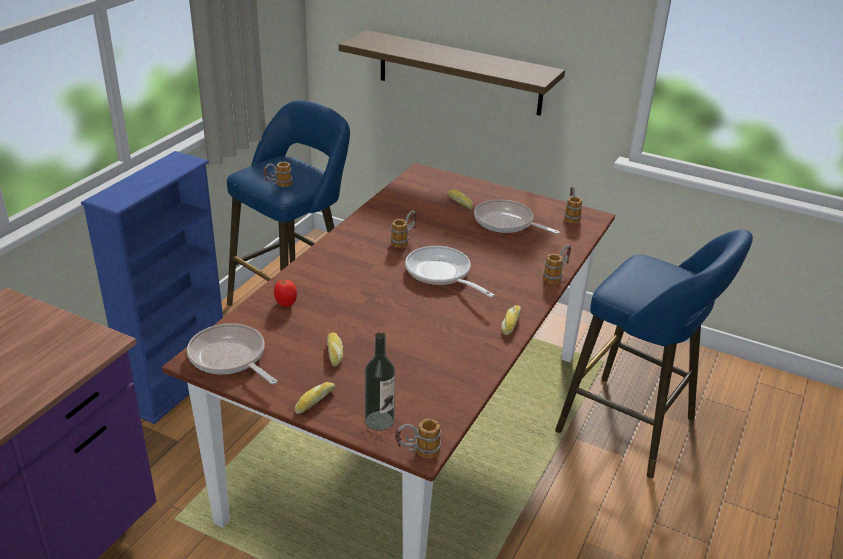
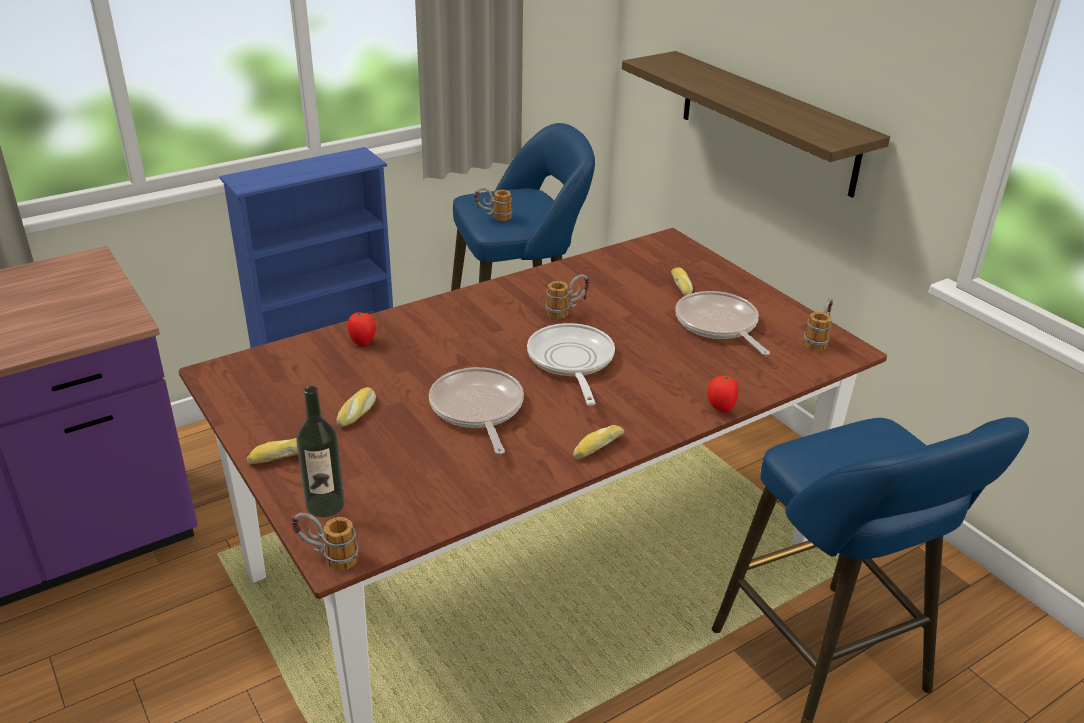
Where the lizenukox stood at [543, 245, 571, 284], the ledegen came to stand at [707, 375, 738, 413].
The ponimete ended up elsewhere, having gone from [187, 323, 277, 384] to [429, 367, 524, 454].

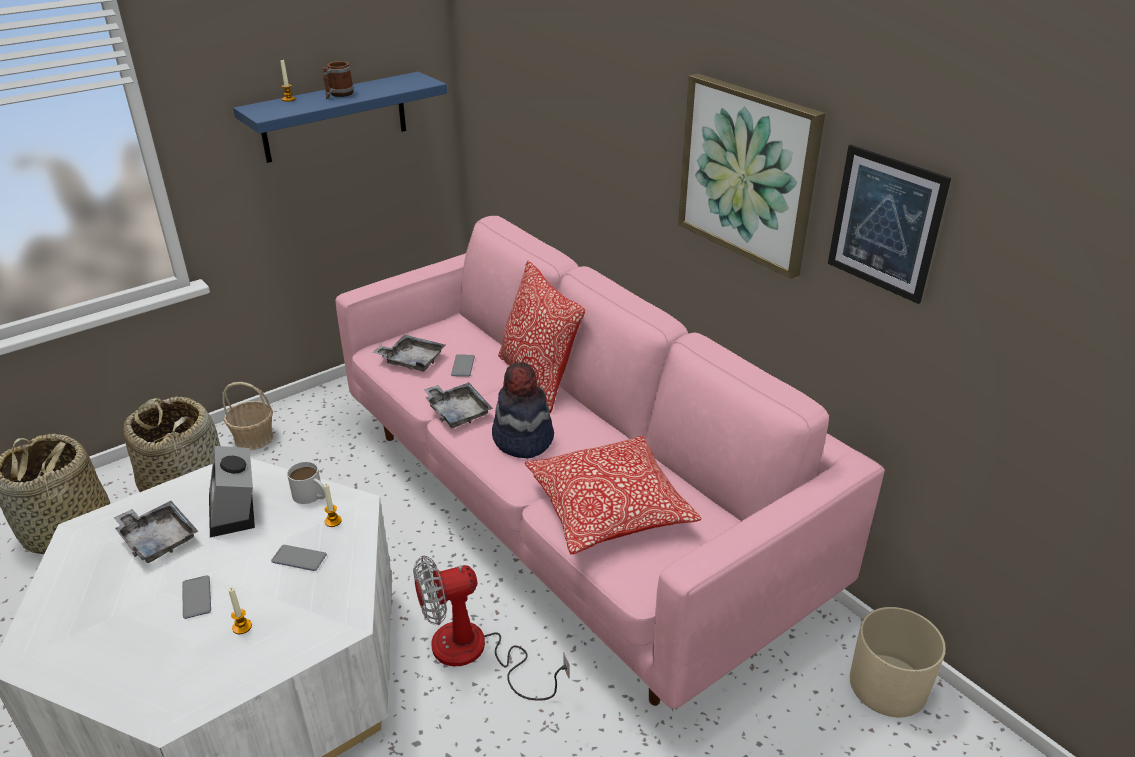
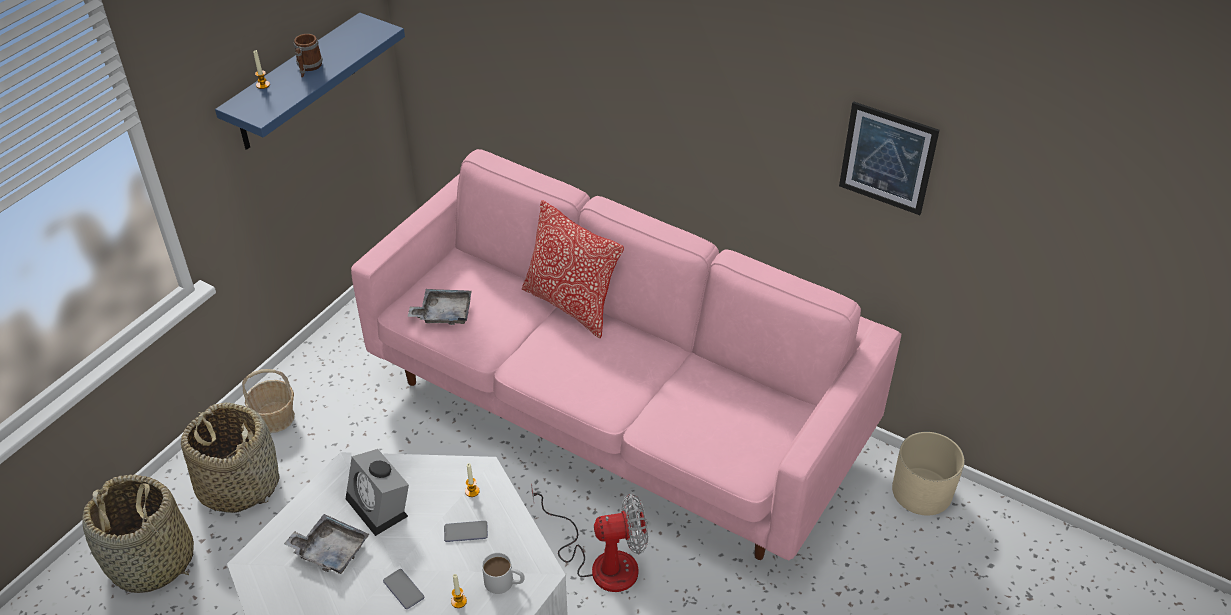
The second view lost the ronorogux at [678, 73, 825, 279].
The second view lost the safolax at [451, 354, 475, 377].
The second view lost the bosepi at [492, 362, 554, 458].
The second view lost the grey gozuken at [423, 382, 493, 428].
The second view lost the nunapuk at [525, 436, 702, 554].
The white lizenukox ended up elsewhere, having gone from [287, 462, 326, 504] to [482, 553, 525, 594].
The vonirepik at [413, 555, 569, 701] ended up facing another way, 150 degrees counterclockwise from before.

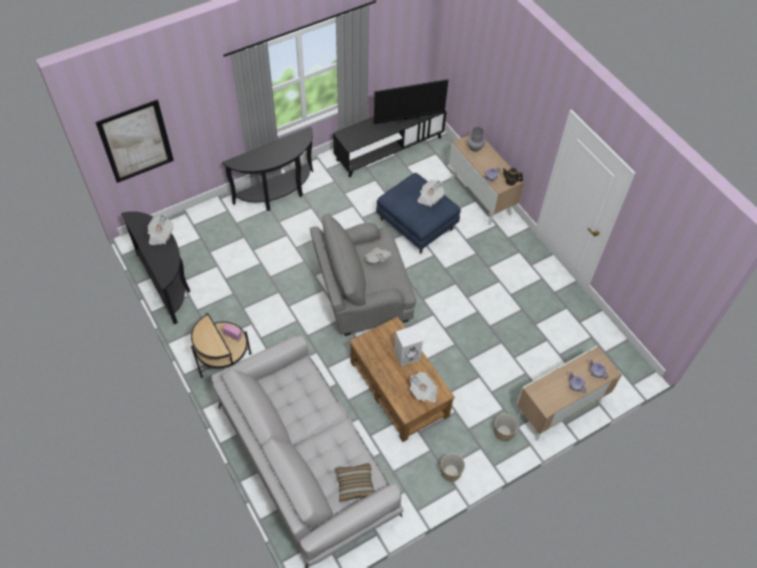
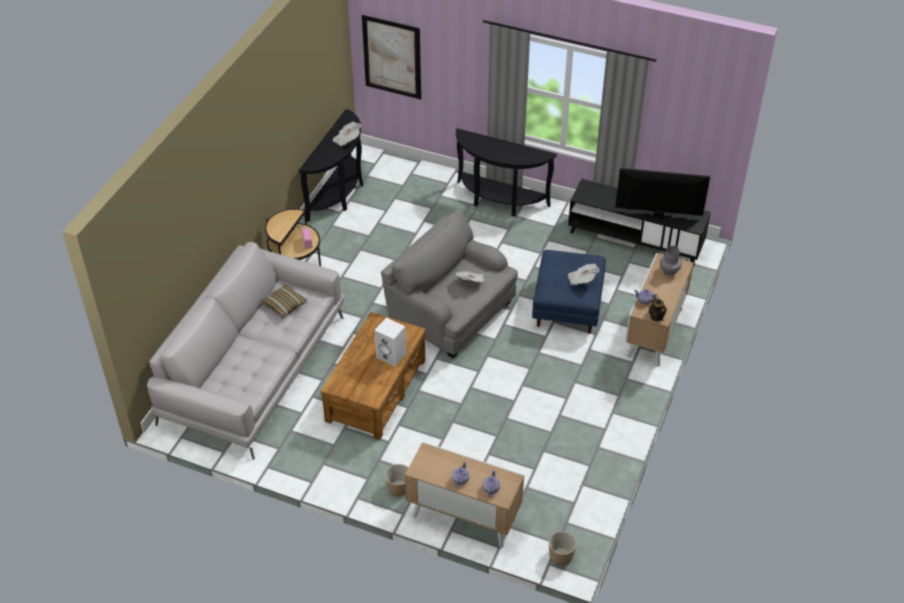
The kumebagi at [374, 79, 448, 124] ended up facing another way, 150 degrees clockwise from before.
The second view lost the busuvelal at [410, 372, 438, 403].
The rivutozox ended up elsewhere, having gone from [441, 453, 465, 482] to [549, 531, 577, 565].
The nunapuk ended up elsewhere, having gone from [335, 463, 375, 502] to [260, 284, 307, 318].

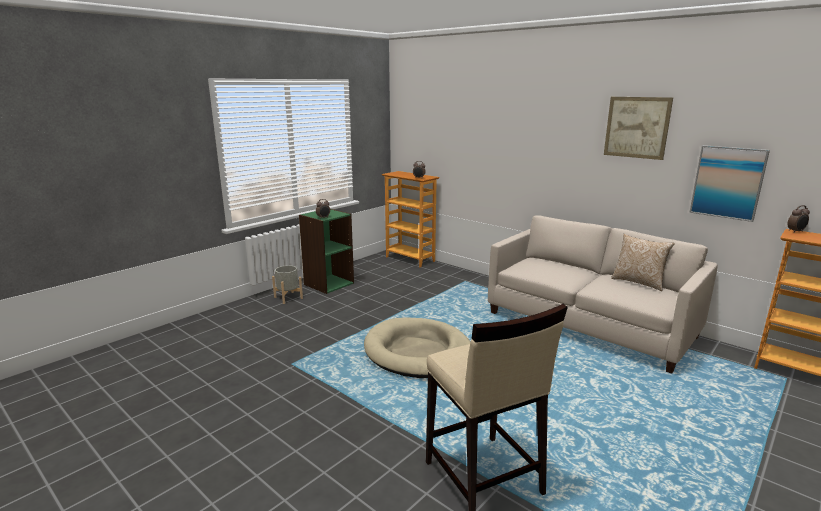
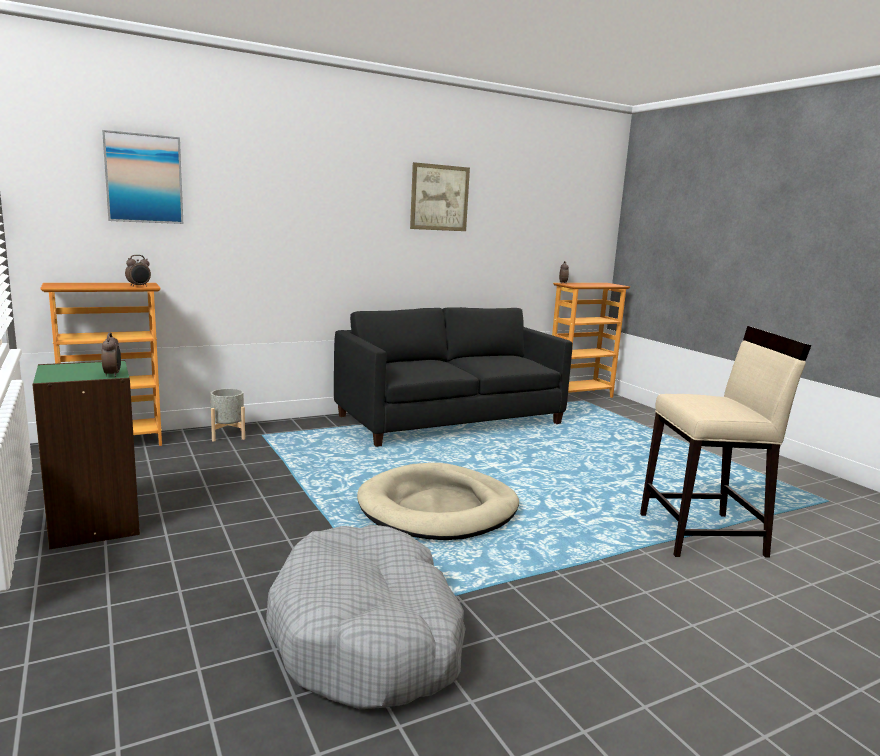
The ronorogux ended up elsewhere, having gone from [689, 145, 770, 222] to [102, 130, 183, 224].
What was the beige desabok at [488, 216, 718, 374] turned into the black desabok at [334, 307, 572, 447].
The second view lost the nunapuk at [611, 234, 675, 291].
The grey rivutozox ended up elsewhere, having gone from [272, 265, 303, 304] to [210, 388, 245, 442].
The second view gained the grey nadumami at [266, 524, 466, 709].

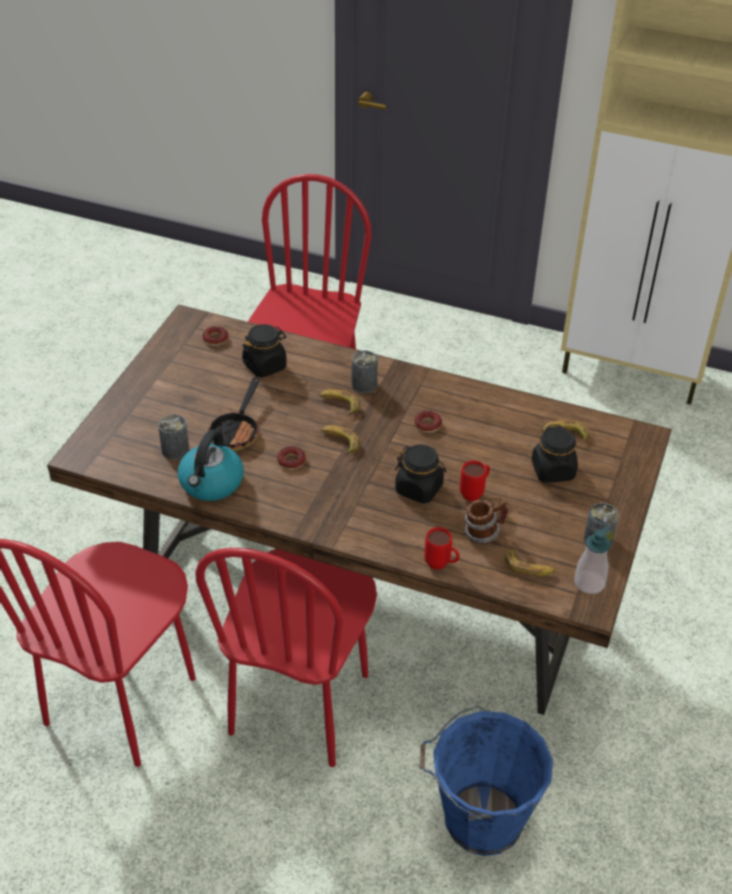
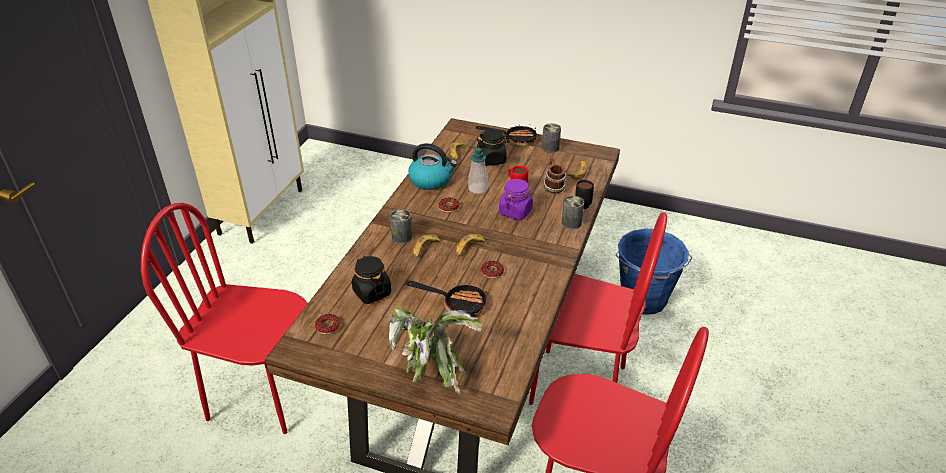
The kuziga ended up elsewhere, having gone from [158, 414, 189, 460] to [562, 196, 584, 229].
The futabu ended up elsewhere, having gone from [178, 429, 244, 501] to [408, 143, 457, 190].
What was the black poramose at [395, 444, 447, 504] turned into the purple poramose at [499, 179, 533, 220].
The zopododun ended up elsewhere, having gone from [574, 526, 610, 594] to [468, 146, 488, 194].
What was the red lizenukox at [424, 527, 460, 570] turned into the black lizenukox at [575, 180, 594, 209].
The second view gained the ponimete at [476, 124, 537, 147].
The second view gained the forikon at [387, 306, 482, 395].

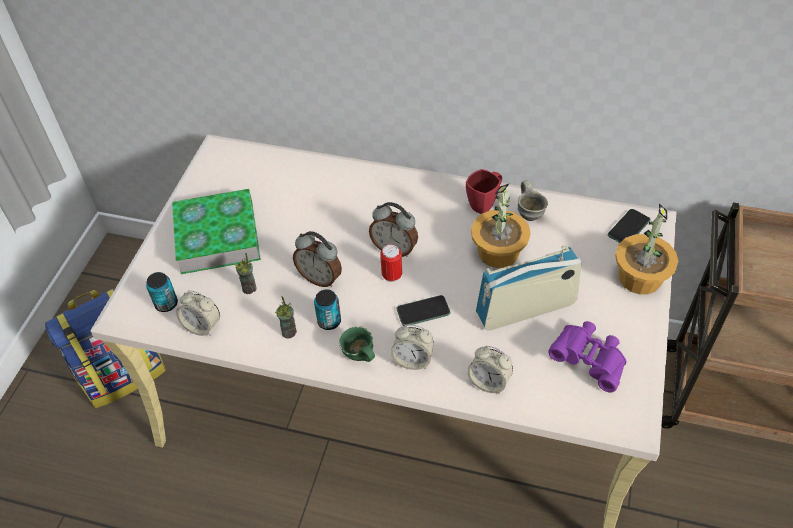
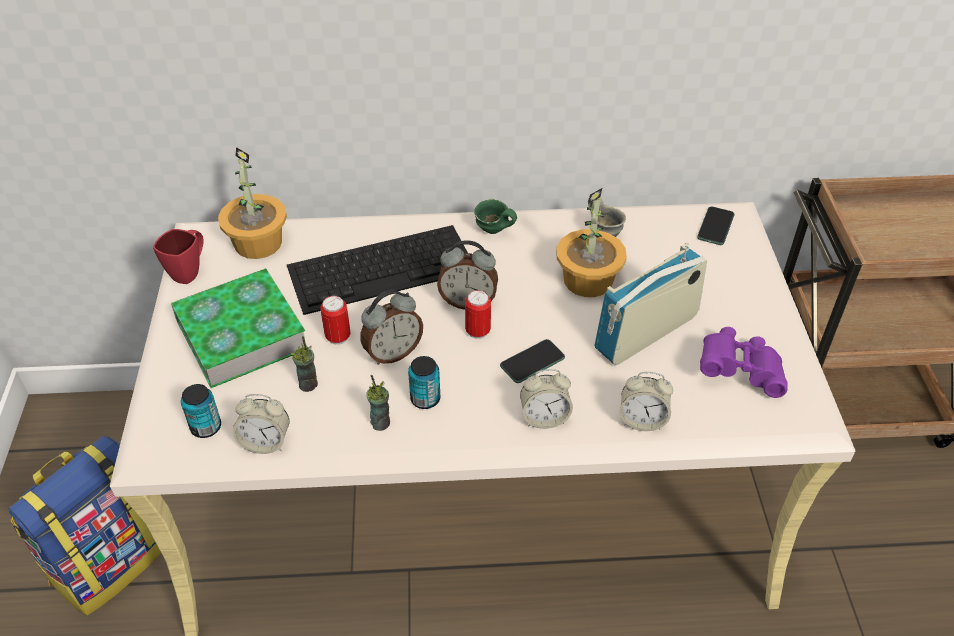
The red lizenukox ended up elsewhere, having gone from [466, 169, 502, 214] to [153, 229, 203, 284].
The forikon ended up elsewhere, having gone from [615, 203, 678, 294] to [218, 147, 287, 259].
The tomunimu at [293, 231, 342, 287] ended up facing another way, 45 degrees counterclockwise from before.
The green lizenukox ended up elsewhere, having gone from [339, 326, 375, 362] to [474, 199, 517, 234].
The second view gained the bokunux at [287, 225, 468, 315].
The second view gained the kuziga at [320, 296, 350, 345].

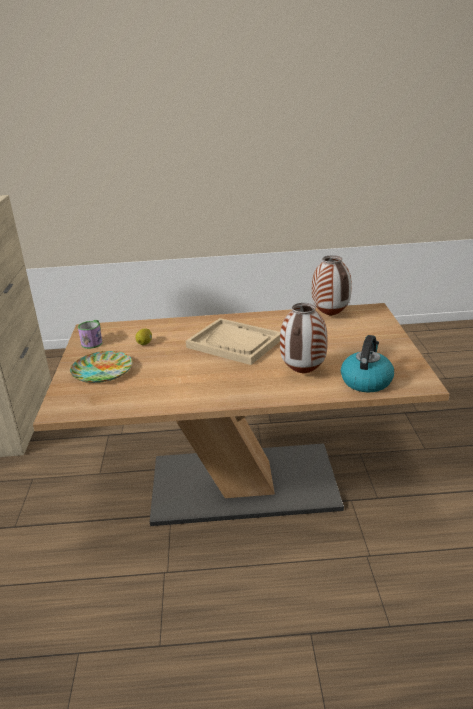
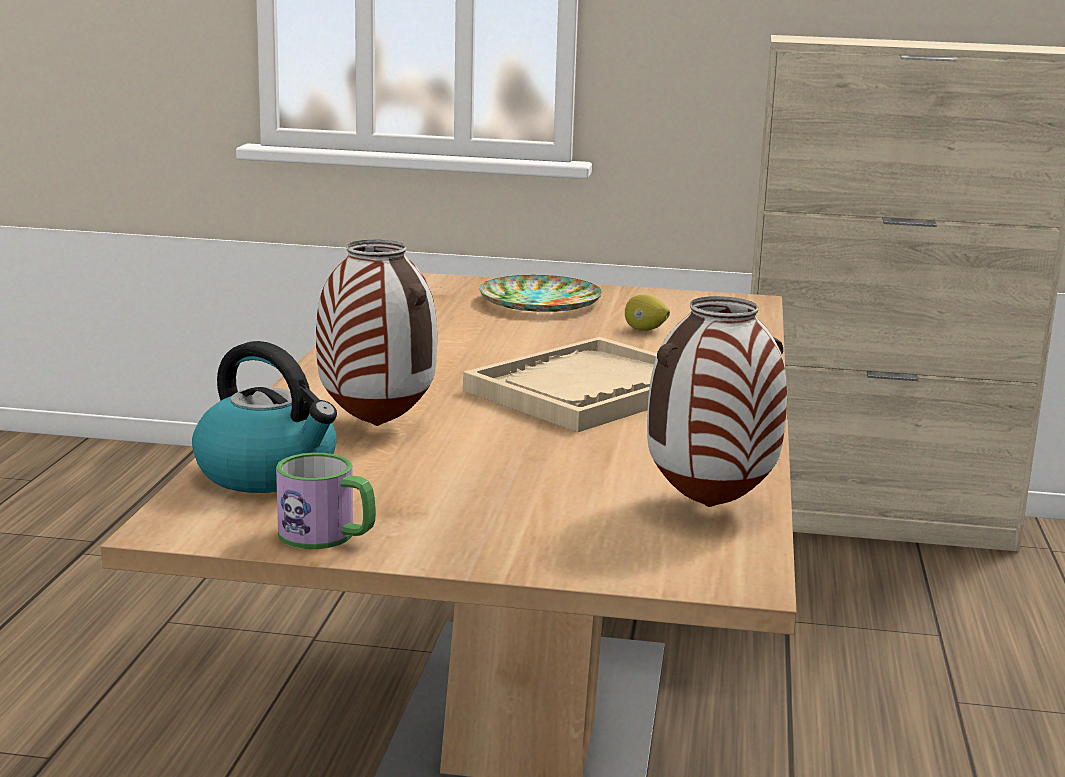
The lizenukox ended up elsewhere, having gone from [78, 320, 102, 349] to [276, 453, 376, 549].

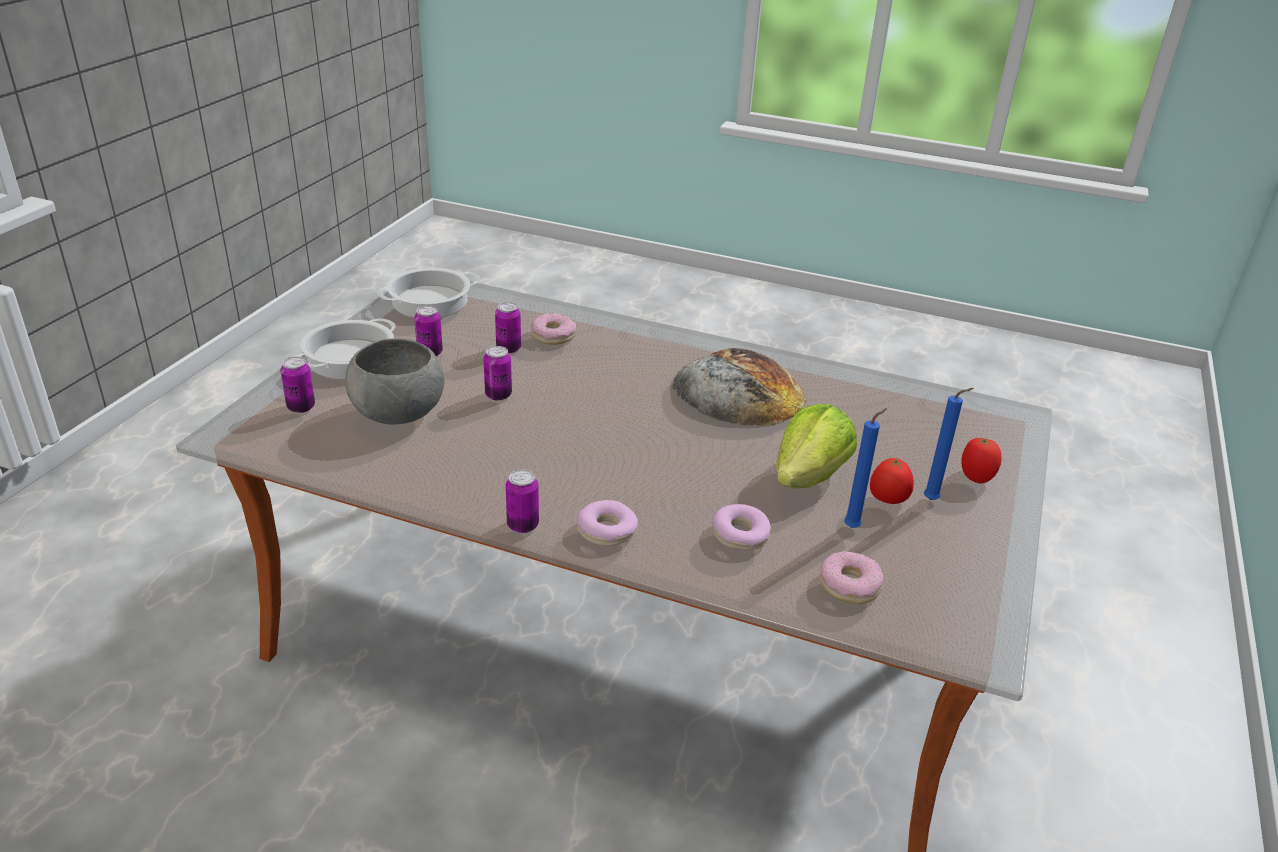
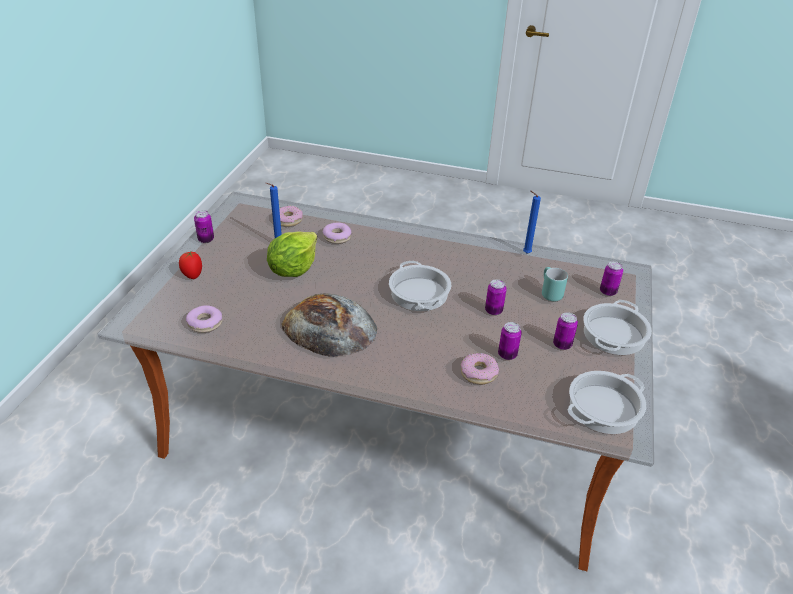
Where the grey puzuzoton stood at [345, 338, 445, 425], the turquoise lizenukox came to stand at [542, 267, 568, 301].
The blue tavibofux ended up elsewhere, having gone from [924, 388, 974, 500] to [523, 191, 541, 254].
The second view lost the ledegen at [870, 458, 914, 504].
The kuziga ended up elsewhere, having gone from [506, 469, 539, 533] to [194, 210, 214, 243].
The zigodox ended up elsewhere, having gone from [577, 500, 638, 546] to [186, 305, 223, 333].
The second view gained the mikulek at [389, 261, 451, 311].

